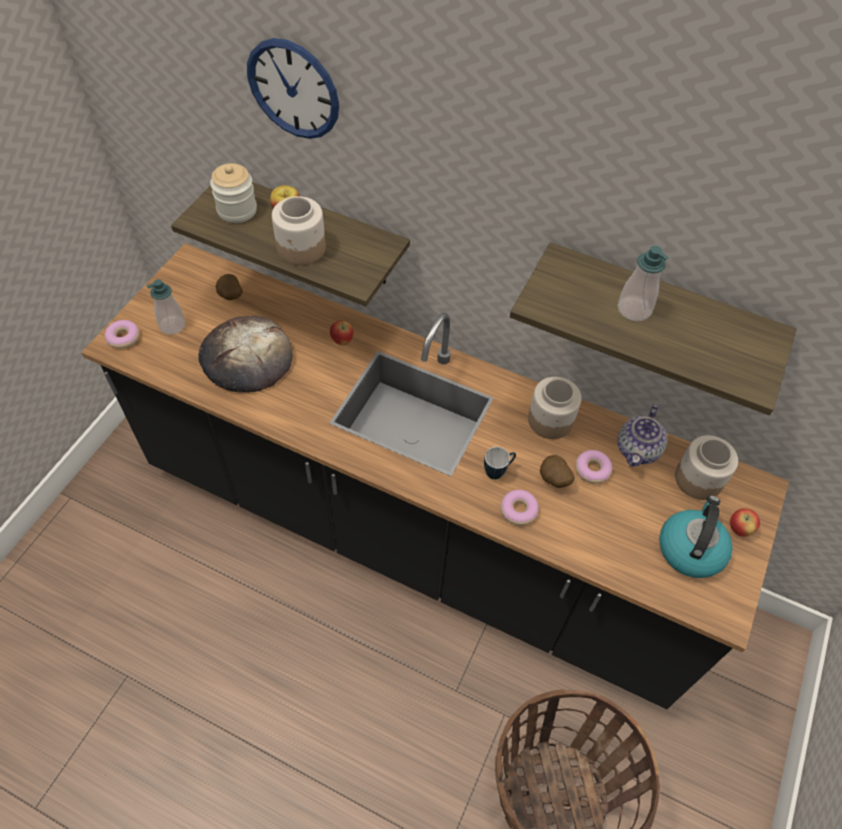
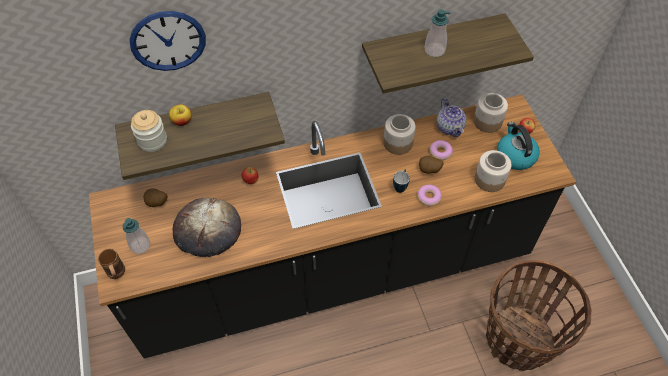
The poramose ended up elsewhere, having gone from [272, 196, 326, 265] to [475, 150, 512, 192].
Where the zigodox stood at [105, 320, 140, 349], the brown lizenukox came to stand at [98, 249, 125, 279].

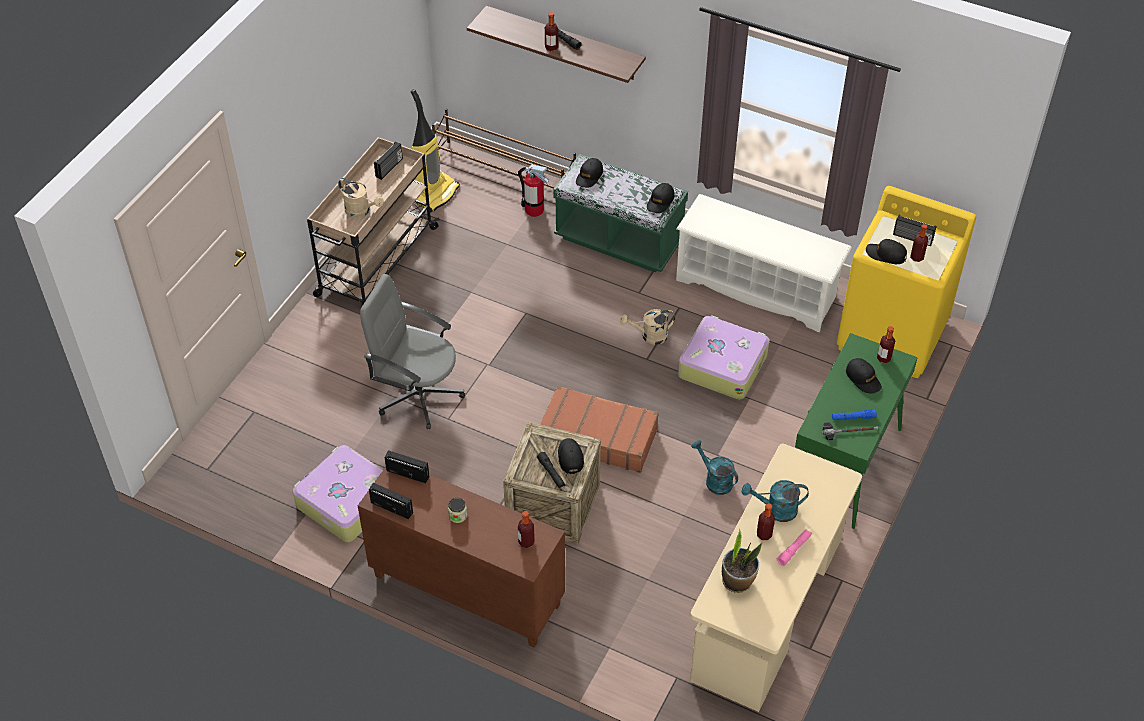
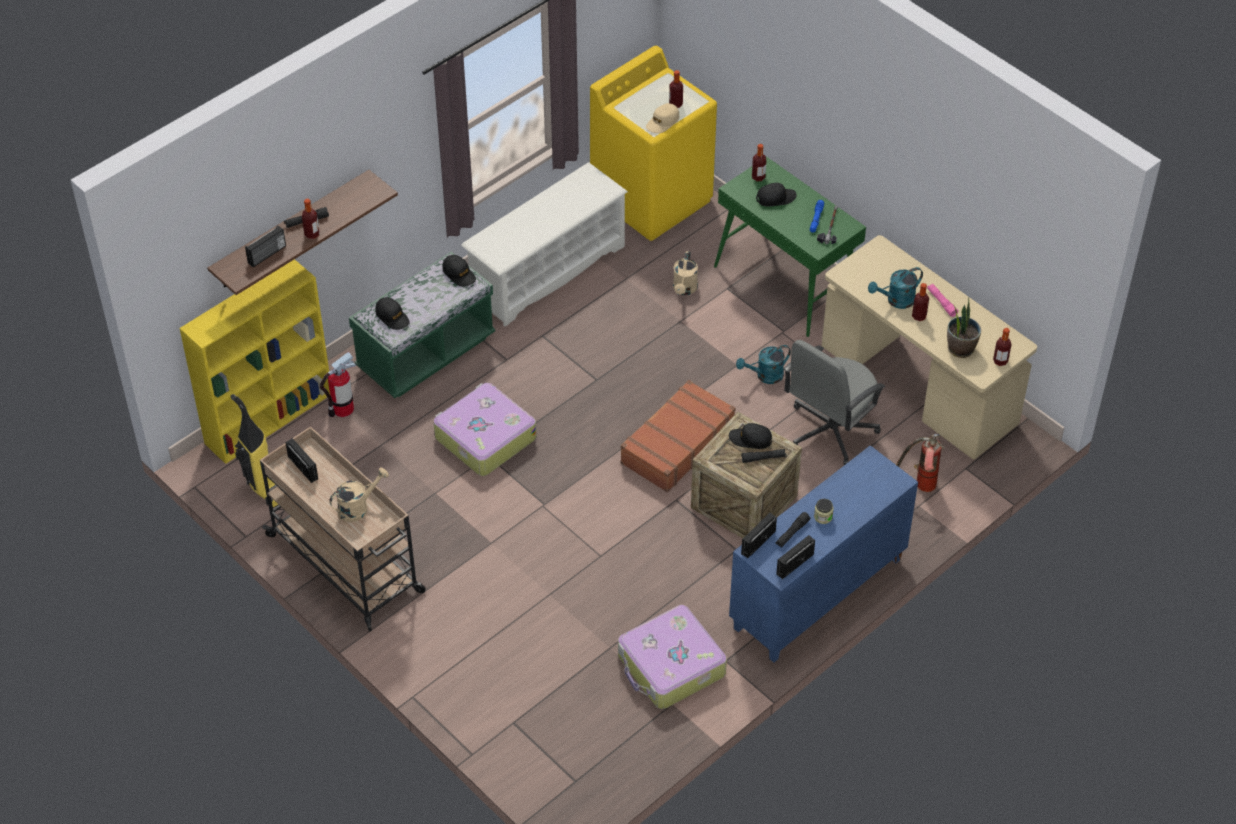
Where the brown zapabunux stood at [432, 108, 576, 189], the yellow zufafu came to stand at [180, 259, 330, 464].
The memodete ended up elsewhere, having gone from [893, 215, 937, 246] to [245, 226, 286, 267].
What was the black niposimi at [866, 239, 907, 264] turned into the beige niposimi at [646, 103, 679, 133].
The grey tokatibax ended up elsewhere, having gone from [360, 274, 465, 429] to [784, 340, 885, 465].
The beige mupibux ended up elsewhere, having gone from [620, 309, 675, 345] to [673, 251, 698, 295].
The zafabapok ended up elsewhere, having gone from [678, 316, 769, 400] to [433, 383, 536, 476].
What was the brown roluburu at [358, 467, 565, 648] turned into the blue roluburu at [729, 445, 918, 663].
The turquoise mupibux at [742, 480, 809, 522] ended up facing another way, 45 degrees clockwise from before.
The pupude ended up elsewhere, having gone from [518, 511, 535, 548] to [993, 328, 1012, 366].
The second view gained the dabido at [896, 434, 945, 492].
The second view gained the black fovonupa at [776, 512, 810, 548].

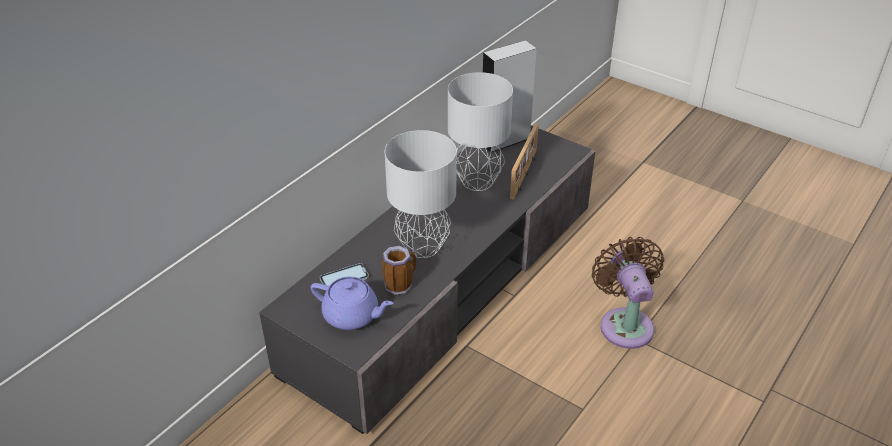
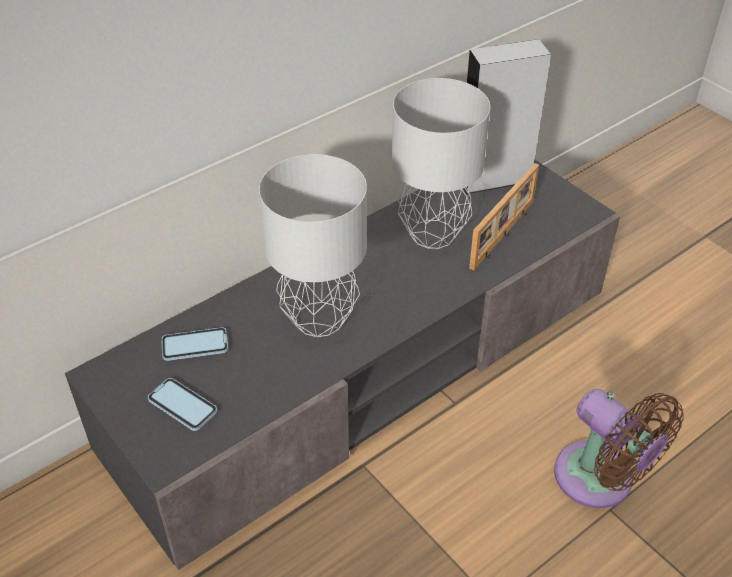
The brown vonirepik at [592, 237, 664, 349] ended up facing another way, 135 degrees clockwise from before.
The second view lost the lizenukox at [382, 246, 416, 295].
Where the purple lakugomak stood at [311, 277, 393, 330], the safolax came to stand at [148, 378, 217, 431].

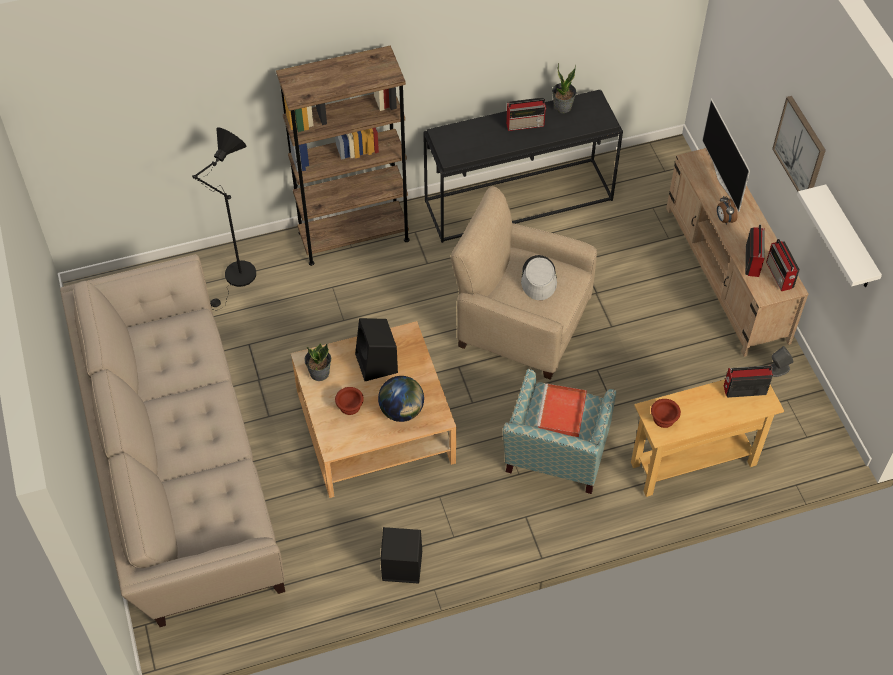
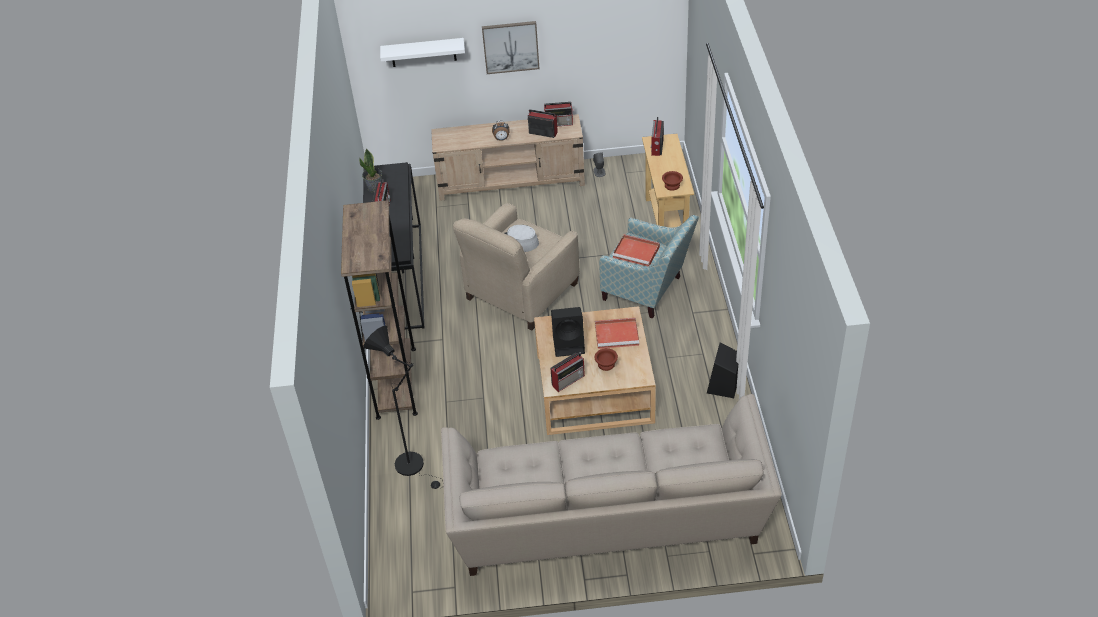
The second view lost the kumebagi at [702, 99, 750, 212].
The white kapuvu ended up elsewhere, having gone from [797, 184, 882, 287] to [380, 38, 465, 67].
Where the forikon stood at [304, 343, 331, 381], the memodete came to stand at [550, 352, 585, 392].
Where the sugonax stood at [378, 376, 424, 422], the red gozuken came to stand at [595, 318, 639, 349].

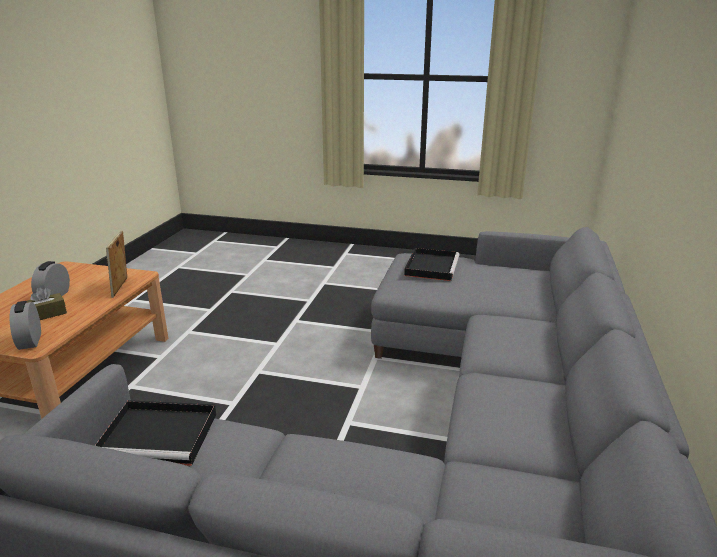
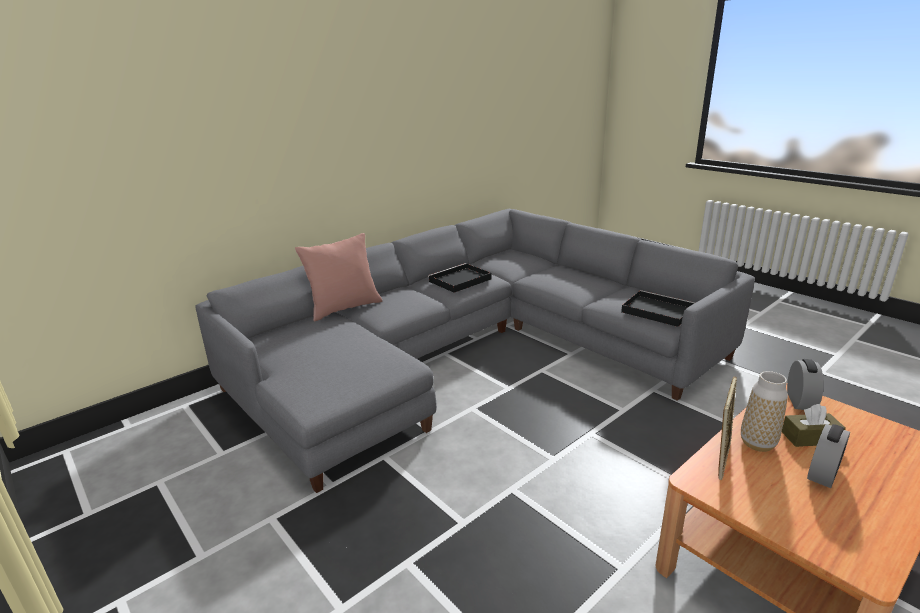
The black gozuken ended up elsewhere, having gone from [404, 248, 459, 281] to [428, 263, 492, 293].
The second view gained the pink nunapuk at [295, 233, 382, 322].
The second view gained the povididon at [741, 371, 788, 452].

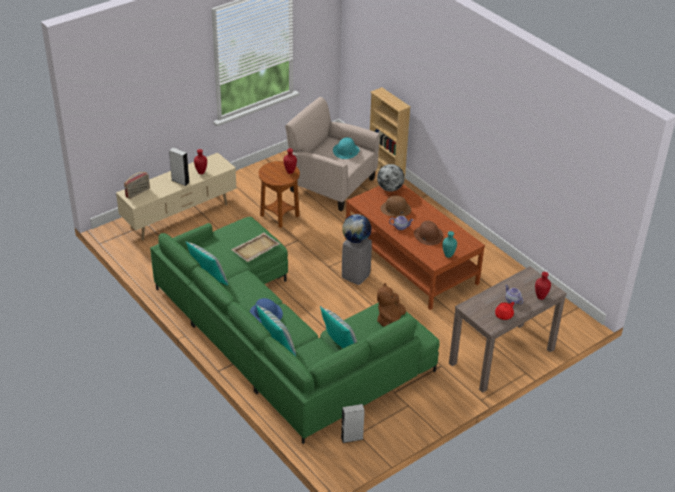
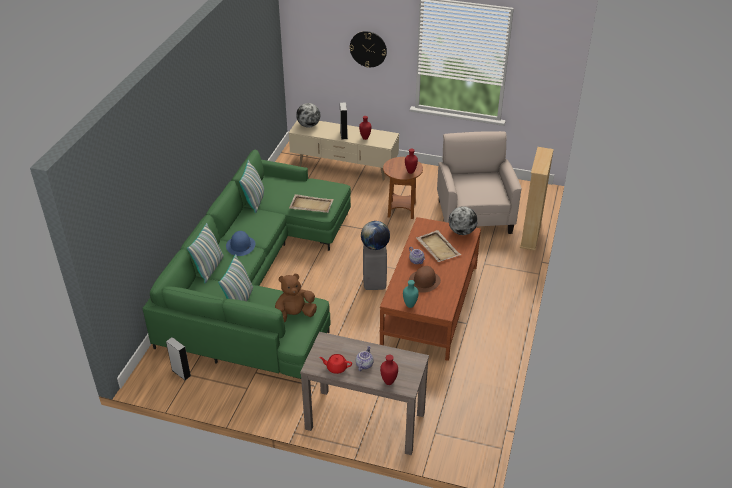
The second view lost the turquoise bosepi at [333, 137, 360, 159].
Where the memodete stood at [124, 172, 150, 199], the sugonax came to stand at [296, 103, 320, 128].
Where the brown bosepi stood at [381, 196, 411, 217], the beige gozuken came to stand at [416, 230, 461, 262].
The second view gained the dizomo at [350, 31, 387, 68].

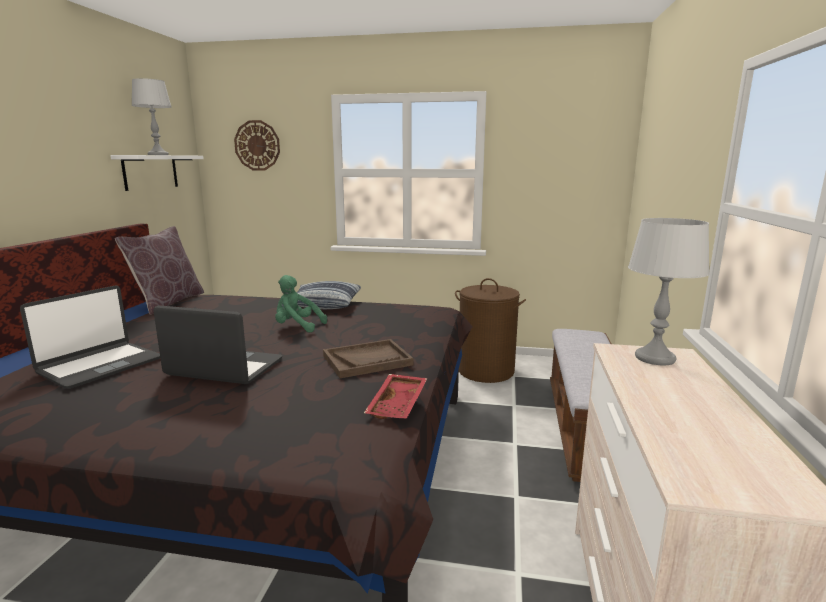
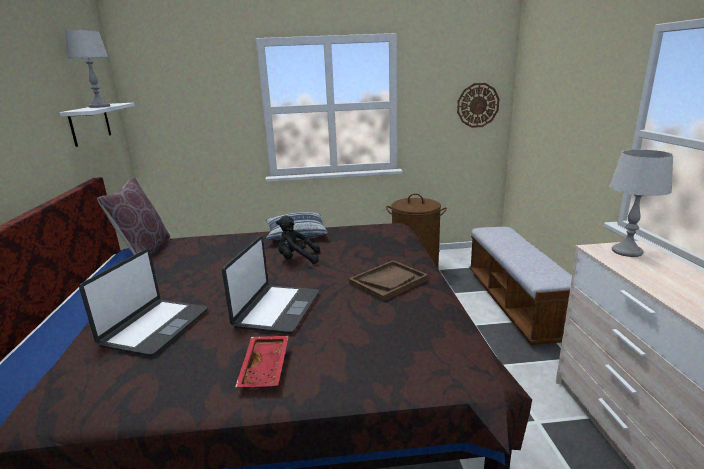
The dizomo ended up elsewhere, having gone from [234, 120, 280, 171] to [457, 83, 499, 128].
What was the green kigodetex at [275, 275, 327, 332] turned into the black kigodetex at [276, 216, 320, 264].
The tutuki at [153, 305, 282, 384] ended up facing another way, 105 degrees clockwise from before.
The red gozuken ended up elsewhere, having gone from [364, 374, 427, 419] to [235, 336, 289, 389].

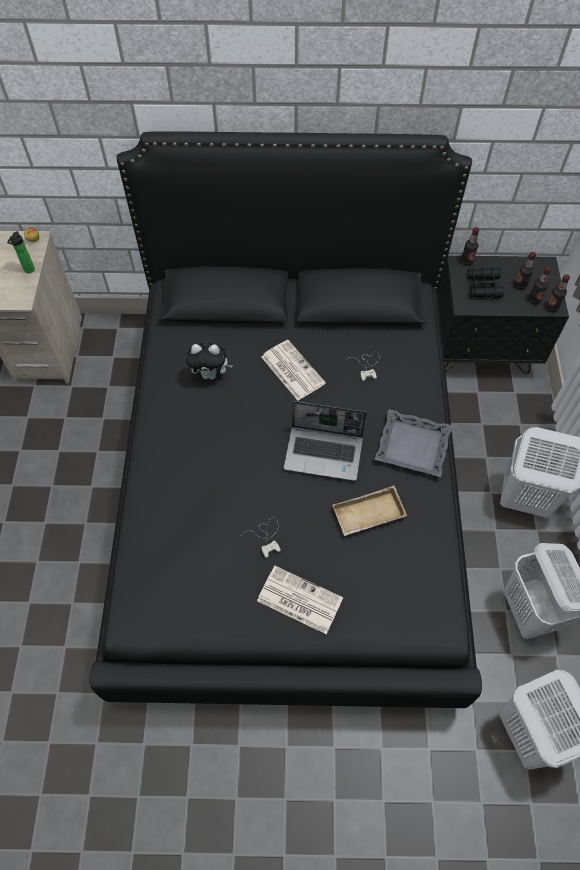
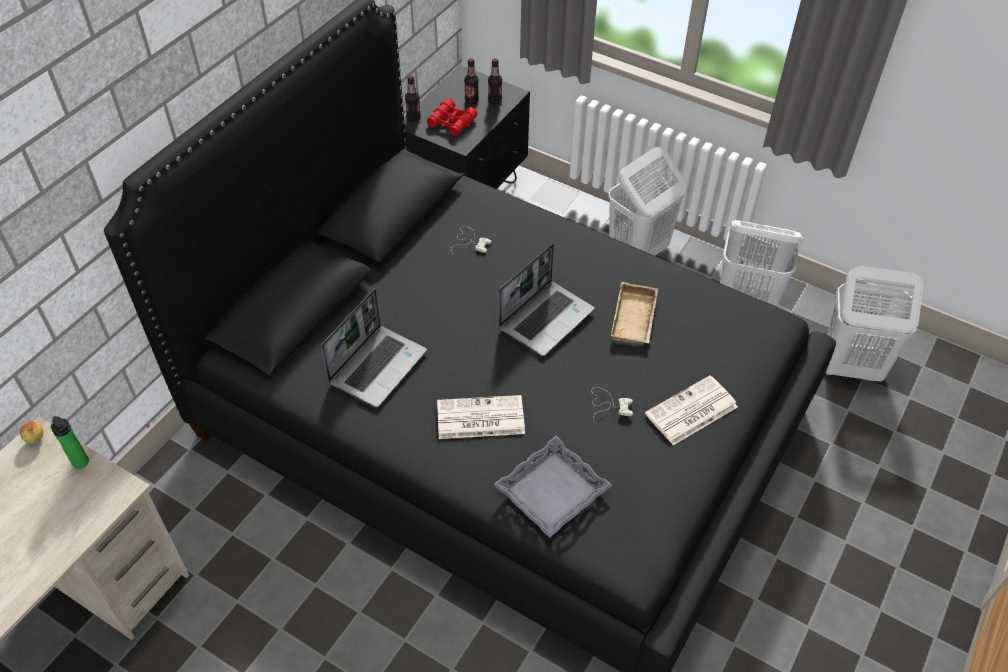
What was the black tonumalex at [467, 267, 504, 299] turned into the red tonumalex at [427, 98, 477, 136].
The second view lost the pupude at [546, 274, 570, 312].
The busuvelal ended up elsewhere, having gone from [262, 340, 326, 400] to [437, 395, 525, 439].
Where the kigodetex stood at [186, 342, 233, 380], the tutuki came to stand at [321, 289, 427, 407].
The grey gozuken ended up elsewhere, having gone from [374, 409, 453, 477] to [493, 436, 612, 538].

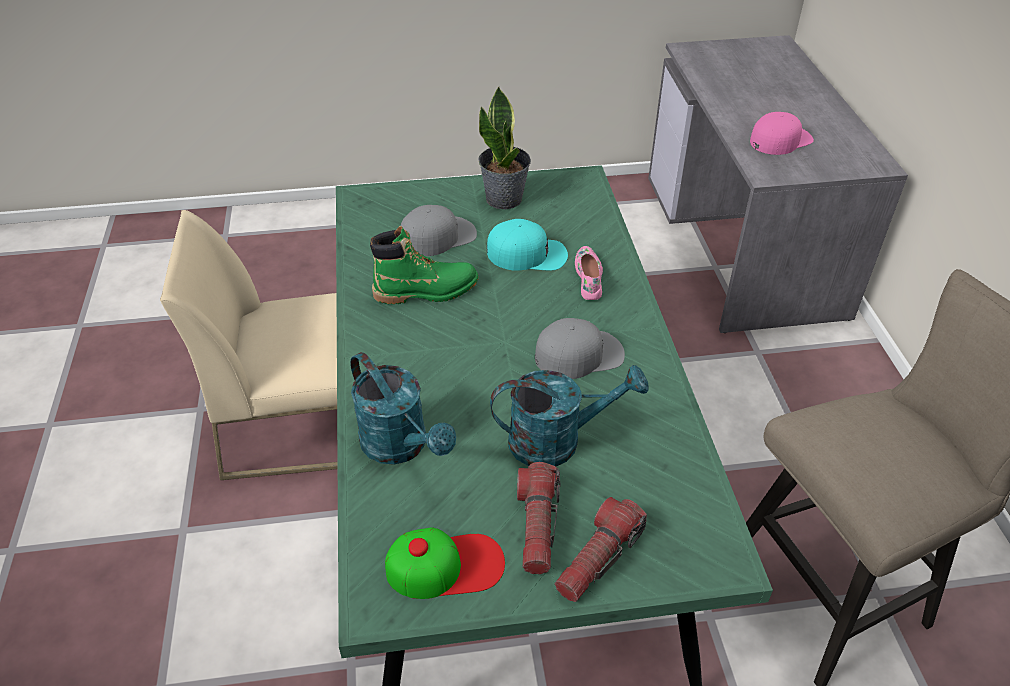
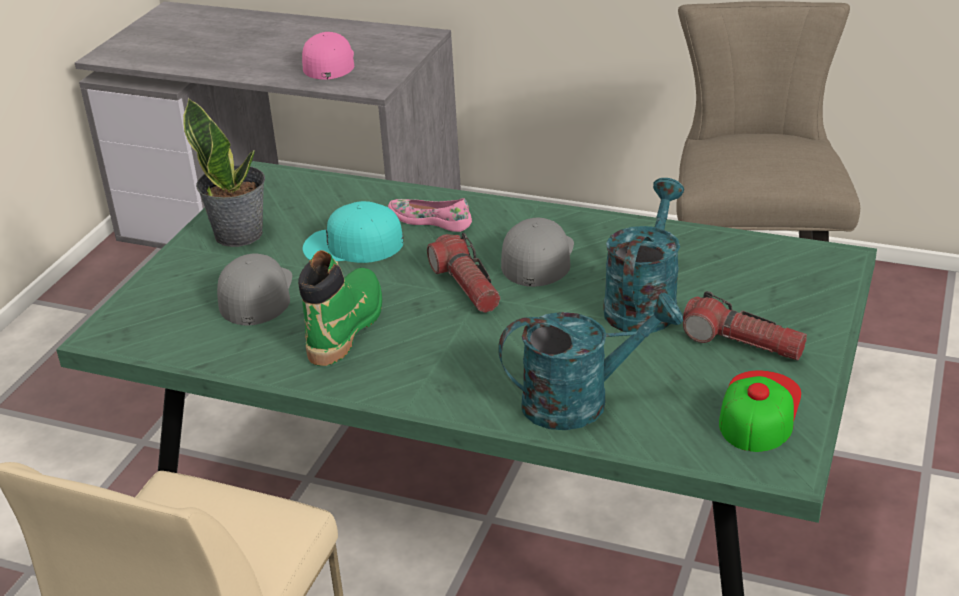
The turquoise niposimi at [487, 219, 568, 271] ended up facing another way, 120 degrees counterclockwise from before.
The fovonupa ended up elsewhere, having gone from [555, 497, 647, 602] to [427, 233, 500, 313].

